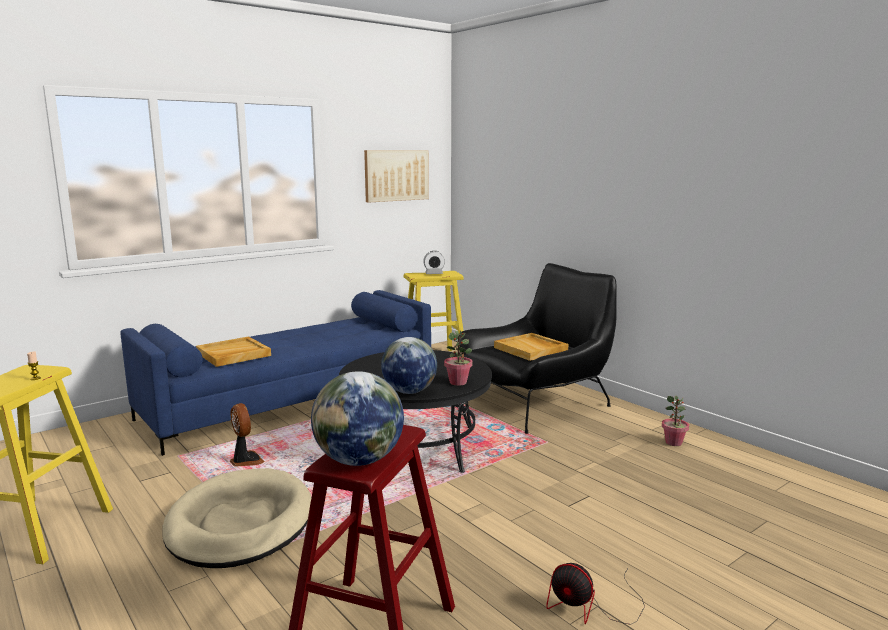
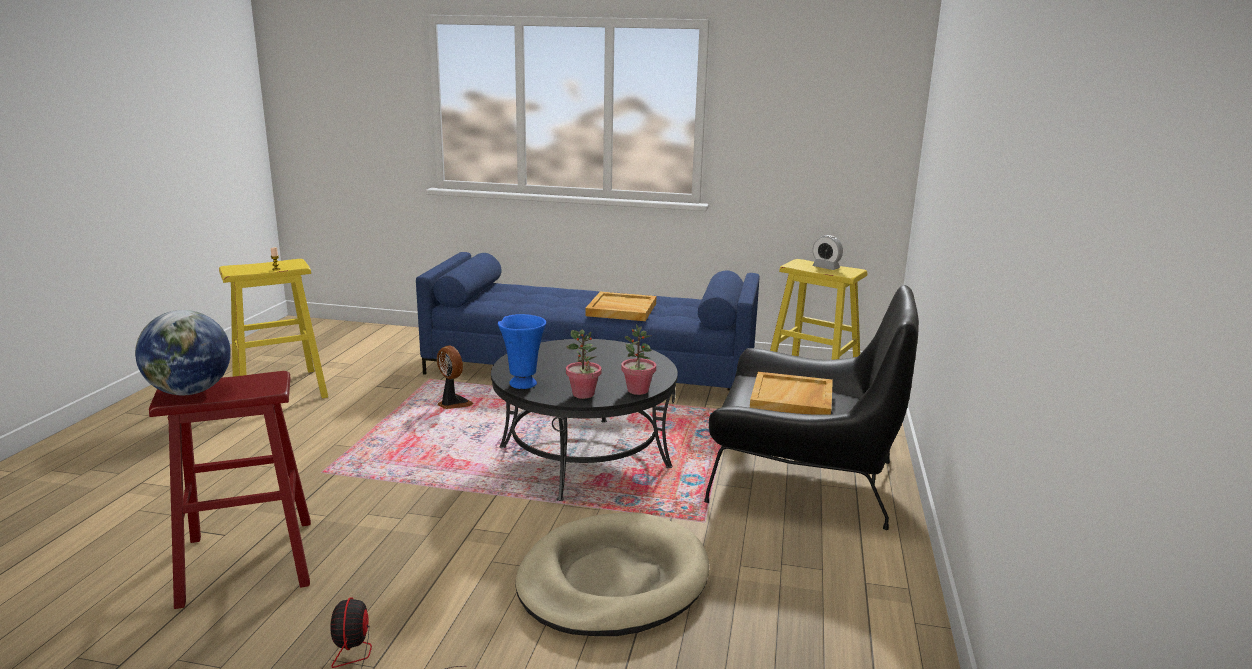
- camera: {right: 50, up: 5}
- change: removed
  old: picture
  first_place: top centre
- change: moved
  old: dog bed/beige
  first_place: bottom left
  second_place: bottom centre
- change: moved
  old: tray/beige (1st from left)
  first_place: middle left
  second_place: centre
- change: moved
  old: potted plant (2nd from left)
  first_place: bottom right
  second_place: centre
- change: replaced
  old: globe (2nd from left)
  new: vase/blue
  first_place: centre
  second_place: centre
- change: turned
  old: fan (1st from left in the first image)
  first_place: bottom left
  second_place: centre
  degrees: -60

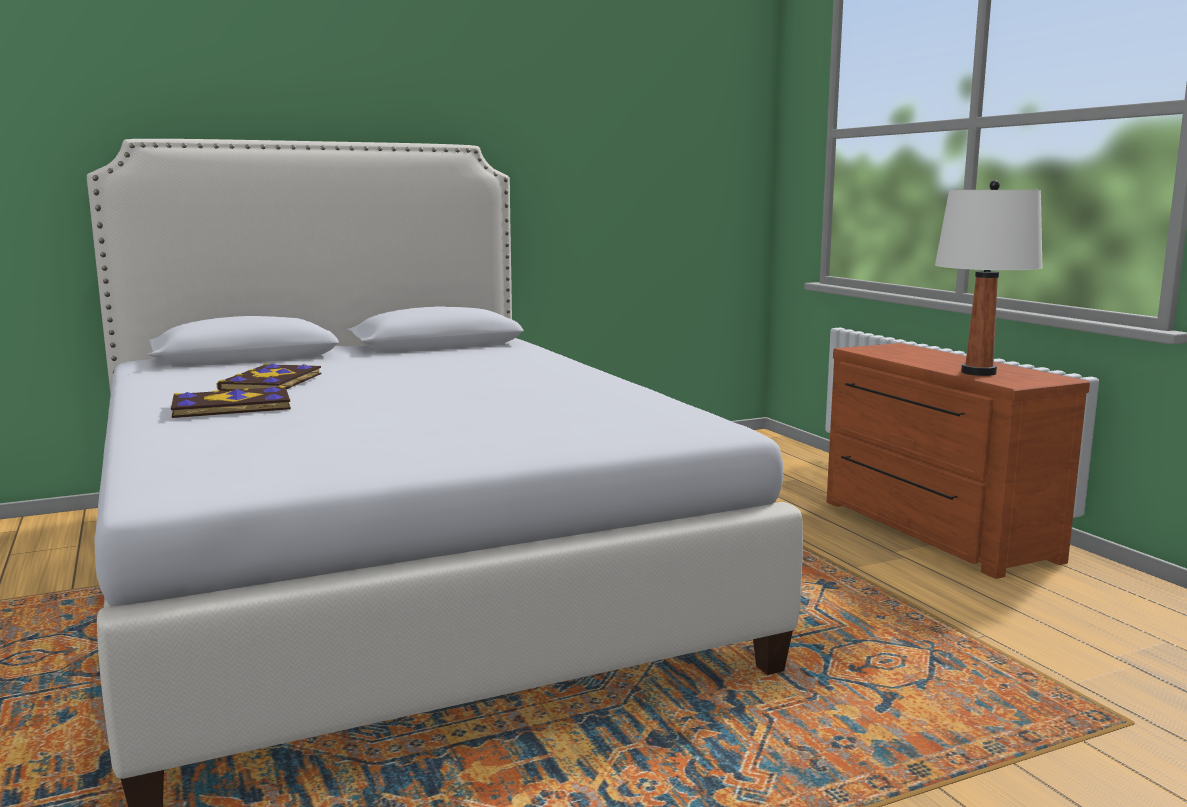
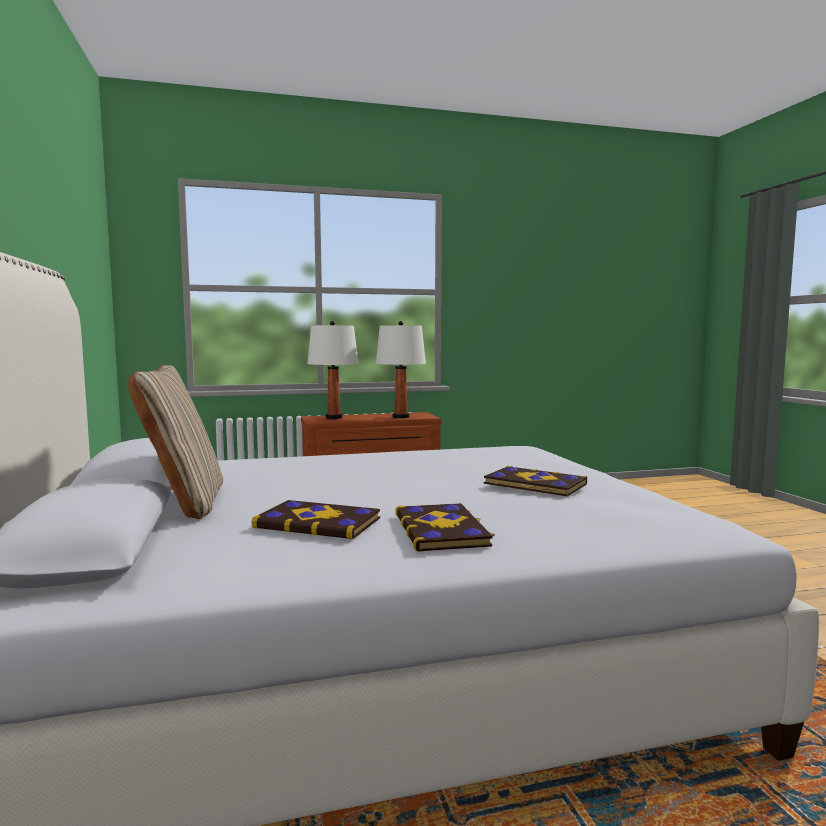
- camera: {right: -80, up: -5}
- change: added
  new: pillow/beige
  second_place: middle left
- change: added
  new: table lamp/white (1st from left)
  second_place: centre
- change: added
  new: book (3rd from left)
  second_place: centre

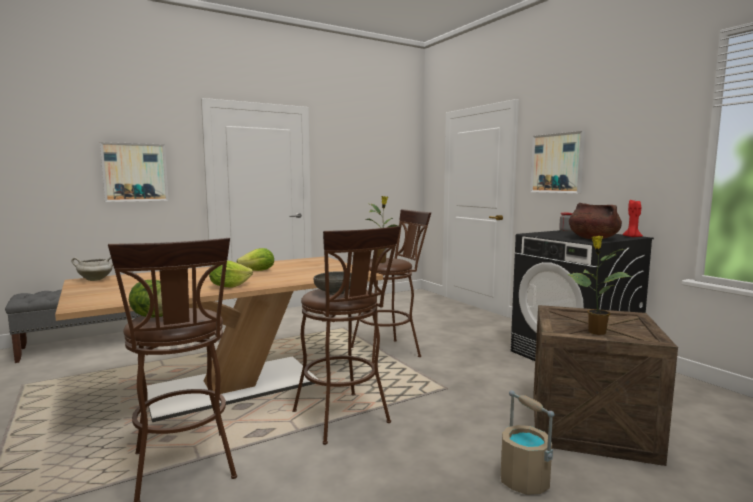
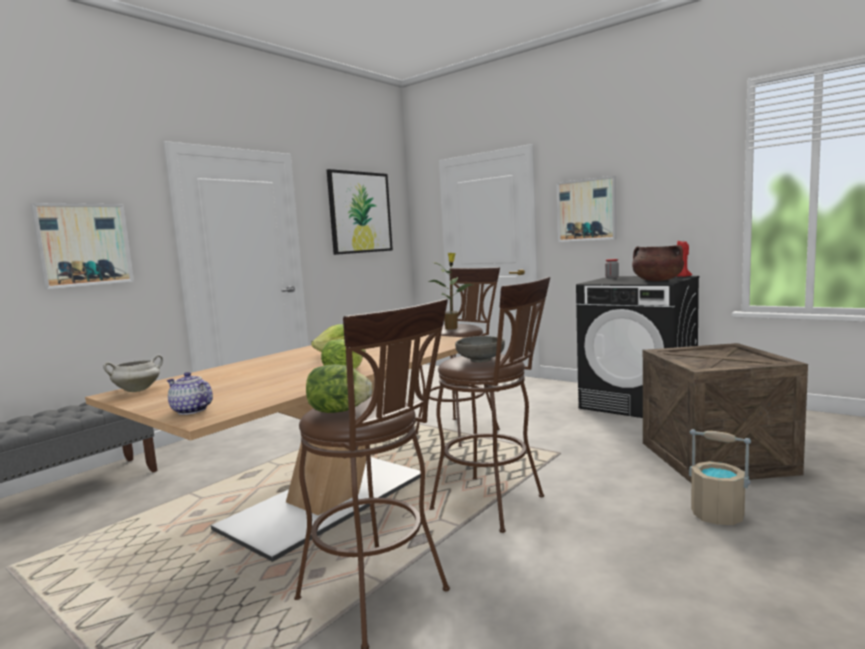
- camera: {right: -20, up: 0}
- change: removed
  old: potted plant (2nd from left)
  first_place: middle right
- change: added
  new: teapot
  second_place: middle left
- change: added
  new: picture (2nd from left)
  second_place: top centre

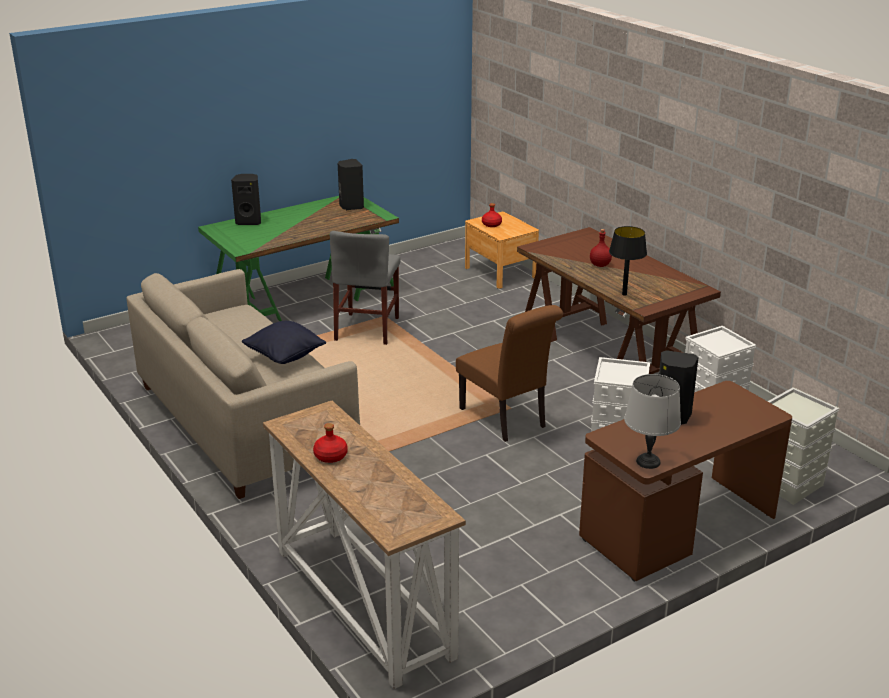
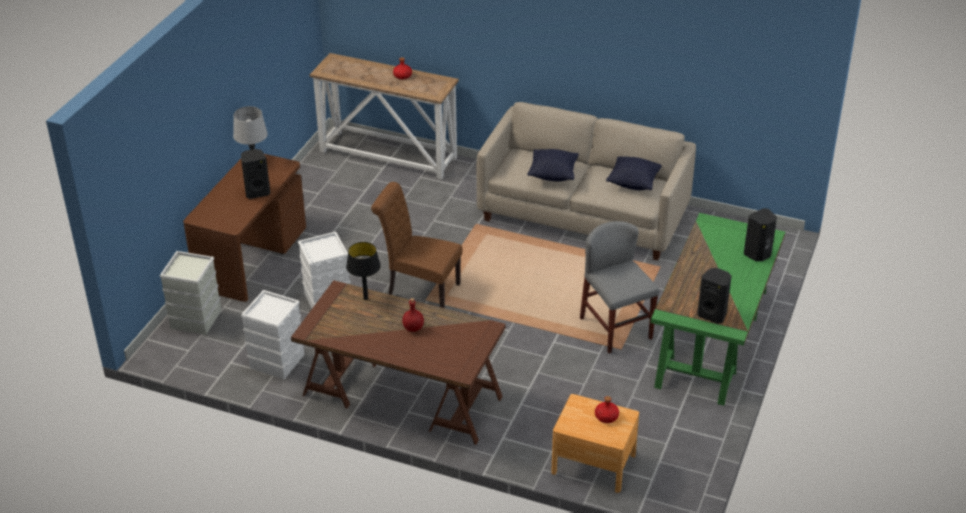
- camera: {right: 145, up: 10}
- change: added
  new: pillow/black (2nd from left)
  second_place: centre

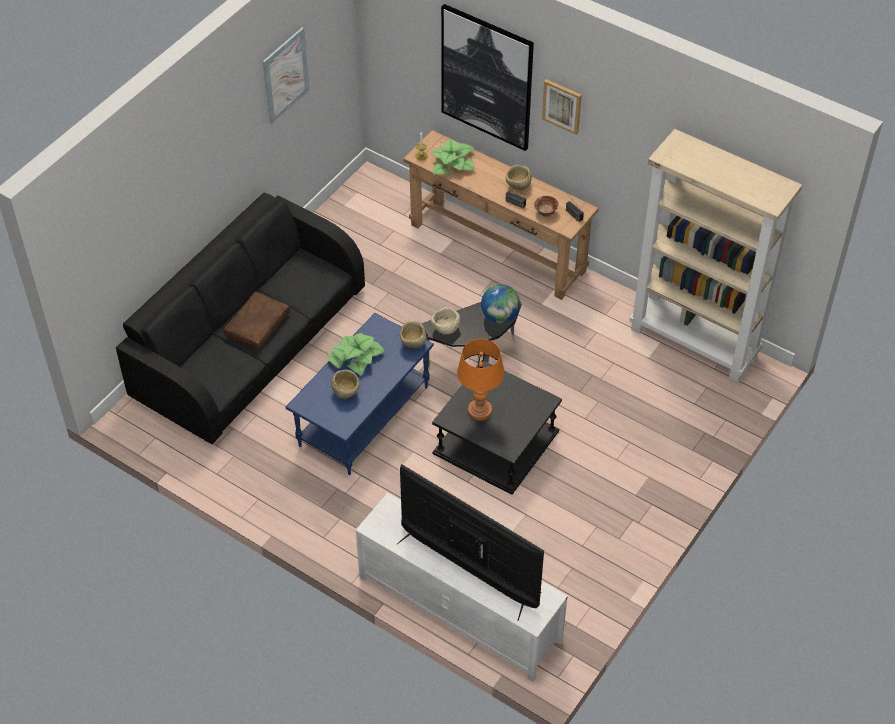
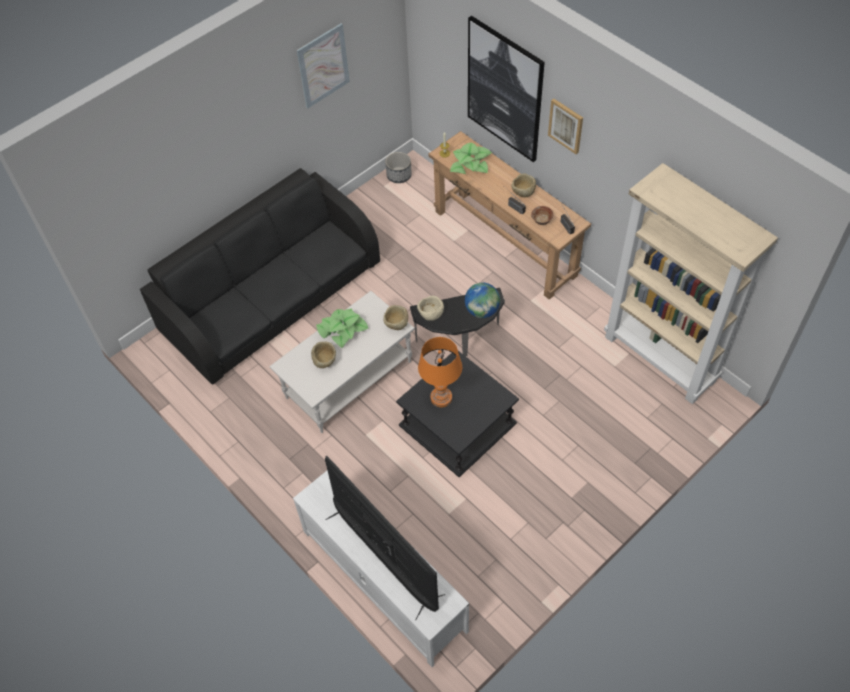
- camera: {right: 15, up: 5}
- change: removed
  old: pillow/brown
  first_place: middle left
- change: added
  new: planter
  second_place: top centre
- change: recoloured
  old: coffee table/blue
  new: coffee table/white
  first_place: centre
  second_place: centre

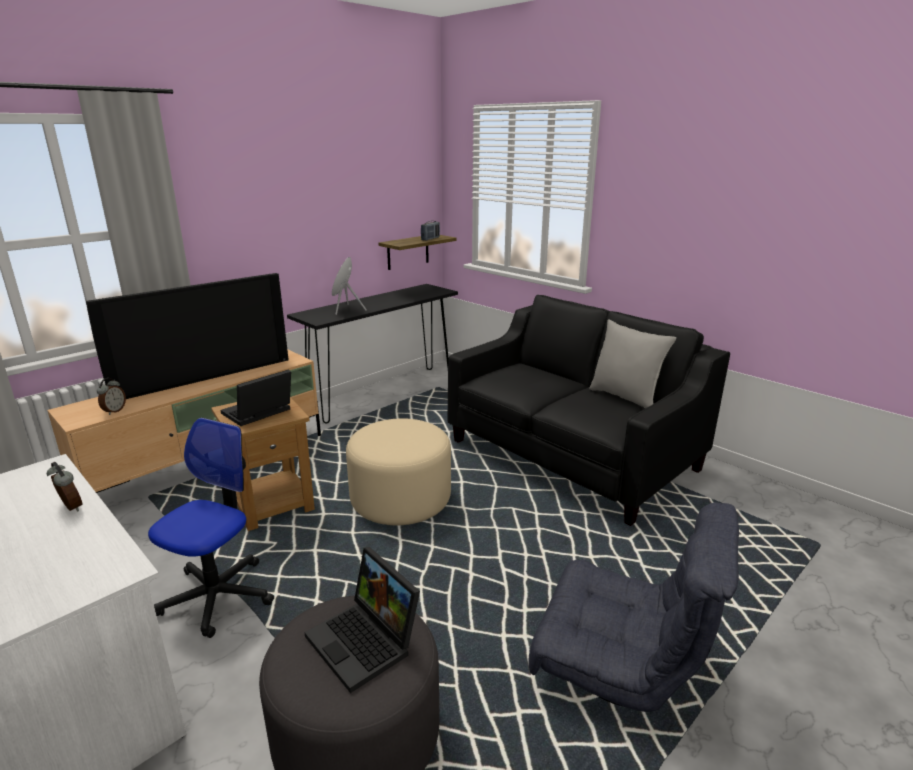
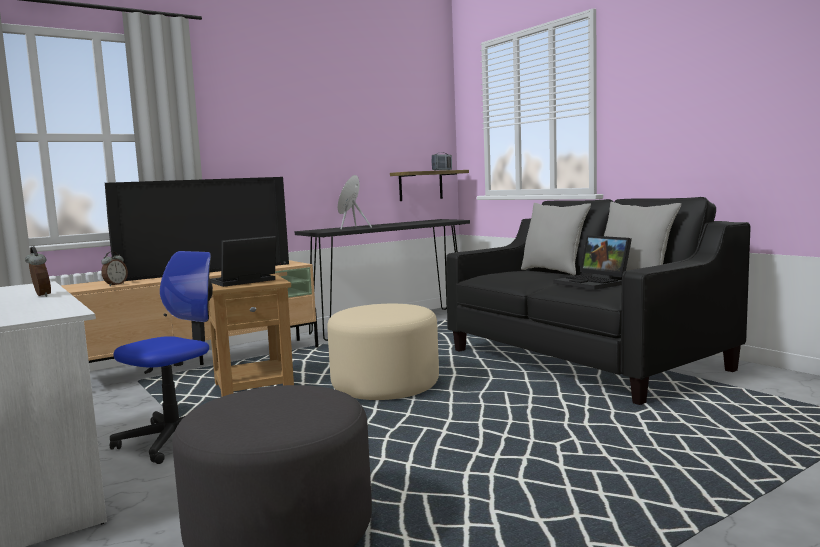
- camera: {right: 10, up: -15}
- change: removed
  old: armchair/grey
  first_place: bottom right
- change: added
  new: pillow/grey (1st from left)
  second_place: middle right
- change: moved
  old: laptop (2nd from left)
  first_place: bottom centre
  second_place: middle right

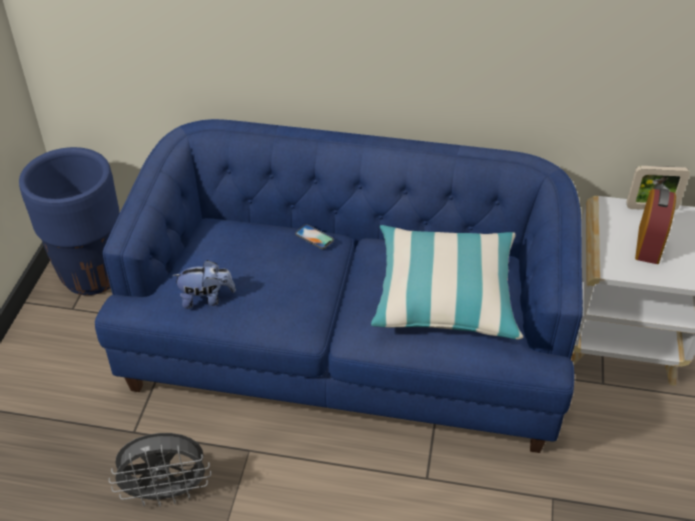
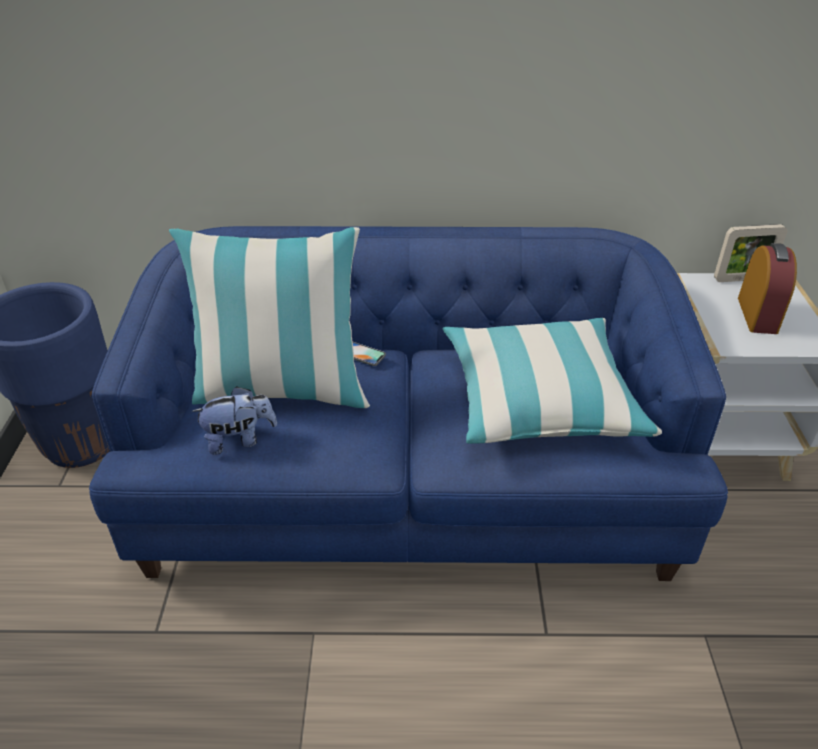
- camera: {right: -10, up: -5}
- change: removed
  old: fan/grey
  first_place: bottom left
- change: added
  new: pillow (1st from left)
  second_place: middle left

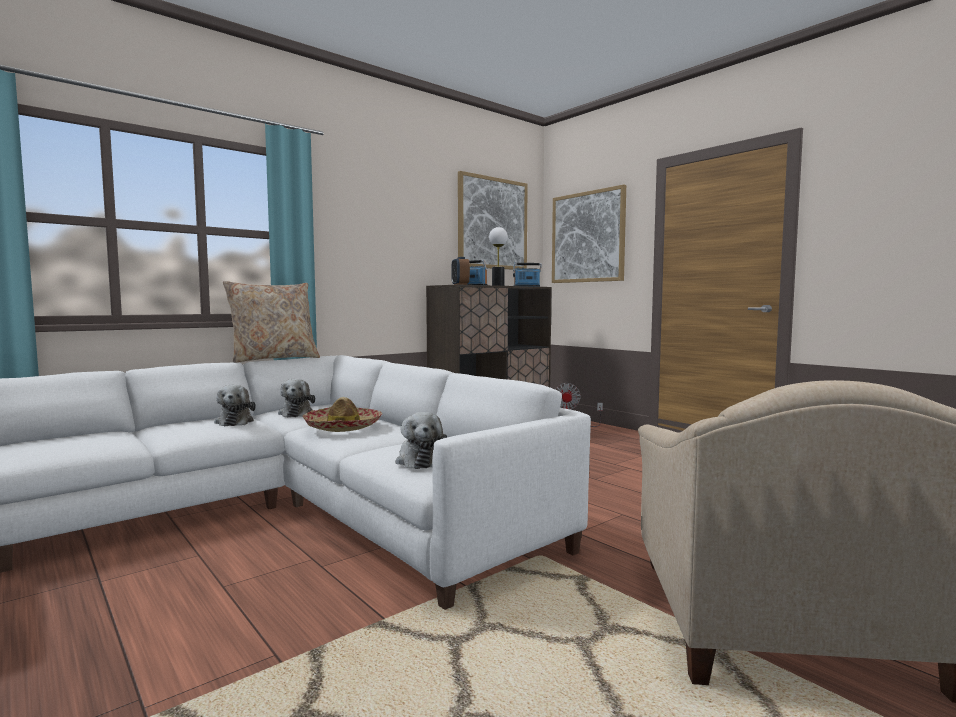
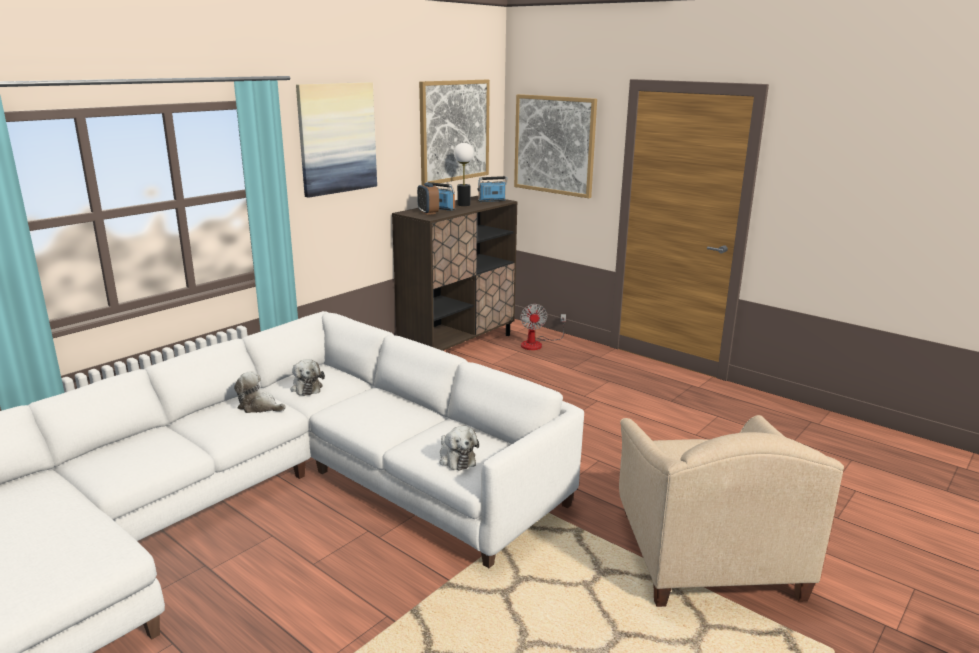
- camera: {right: -10, up: 15}
- change: removed
  old: pillow/beige
  first_place: middle left
- change: removed
  old: hat
  first_place: centre
- change: added
  new: picture (1st from left)
  second_place: top centre
- change: turned
  old: plush toy (1st from left)
  first_place: middle left
  second_place: middle left
  degrees: 135

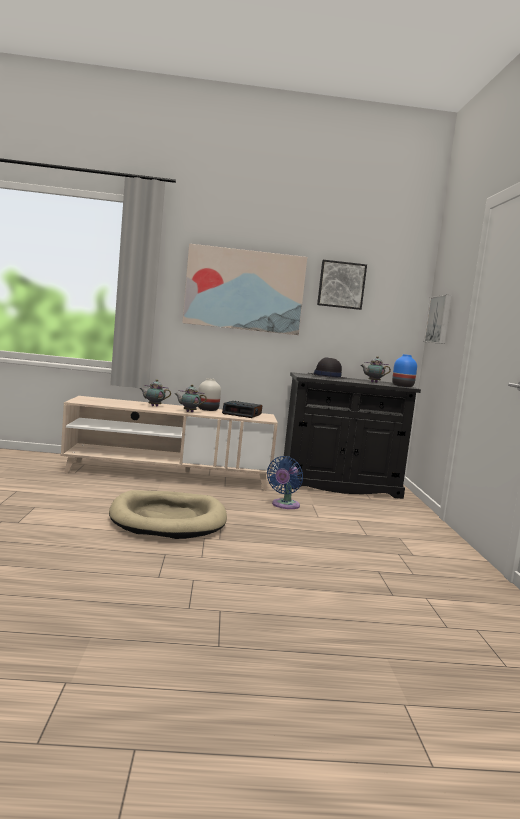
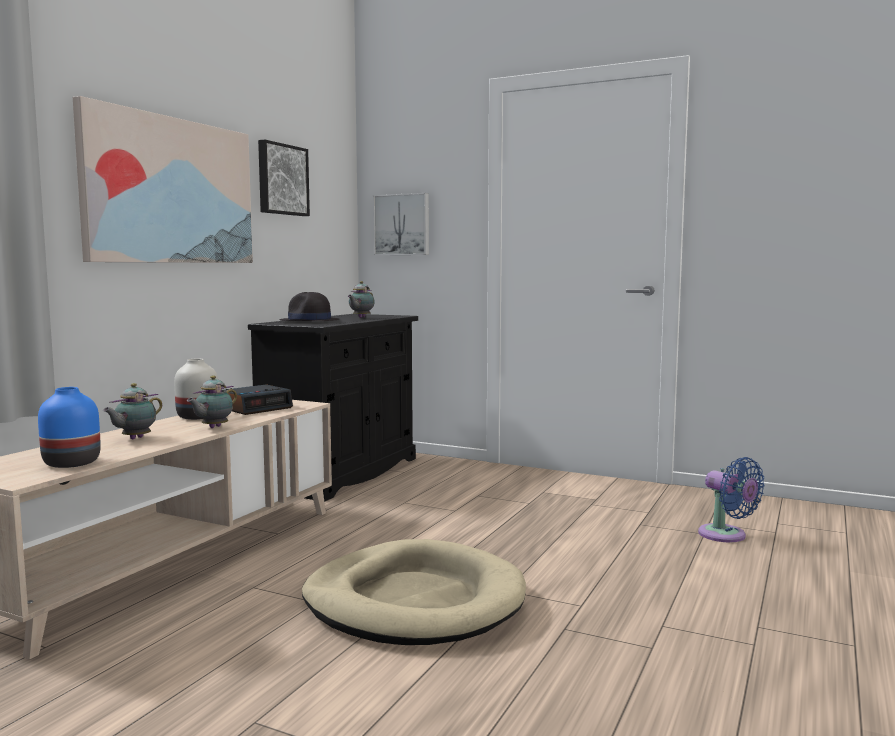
- camera: {right: -60, up: 0}
- change: moved
  old: fan/blue
  first_place: centre
  second_place: bottom right
- change: moved
  old: vase/blue
  first_place: middle right
  second_place: middle left

